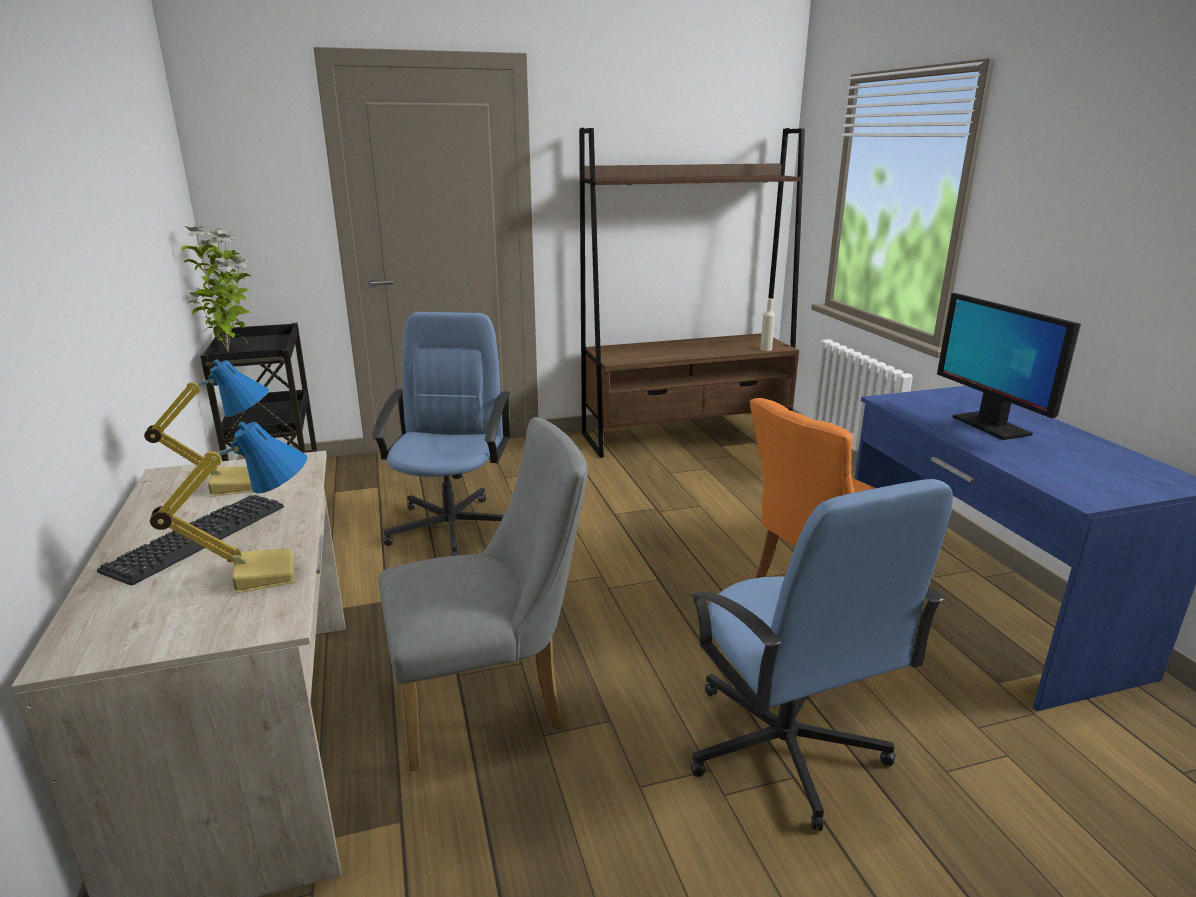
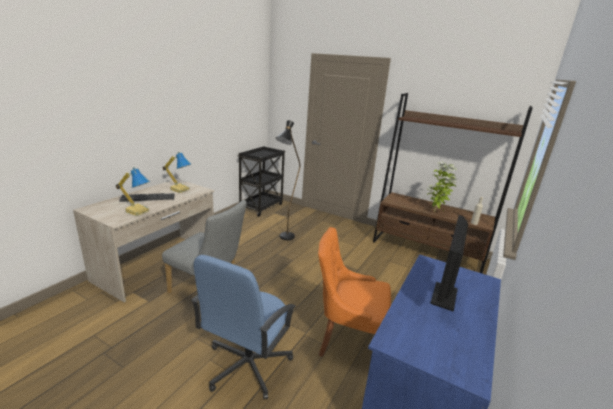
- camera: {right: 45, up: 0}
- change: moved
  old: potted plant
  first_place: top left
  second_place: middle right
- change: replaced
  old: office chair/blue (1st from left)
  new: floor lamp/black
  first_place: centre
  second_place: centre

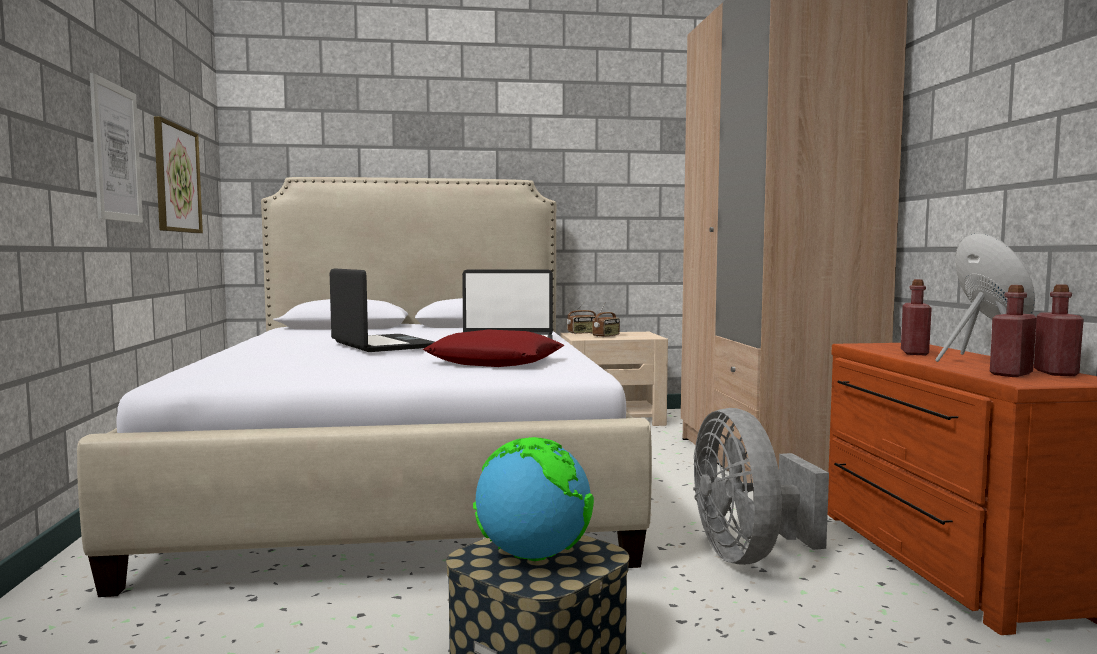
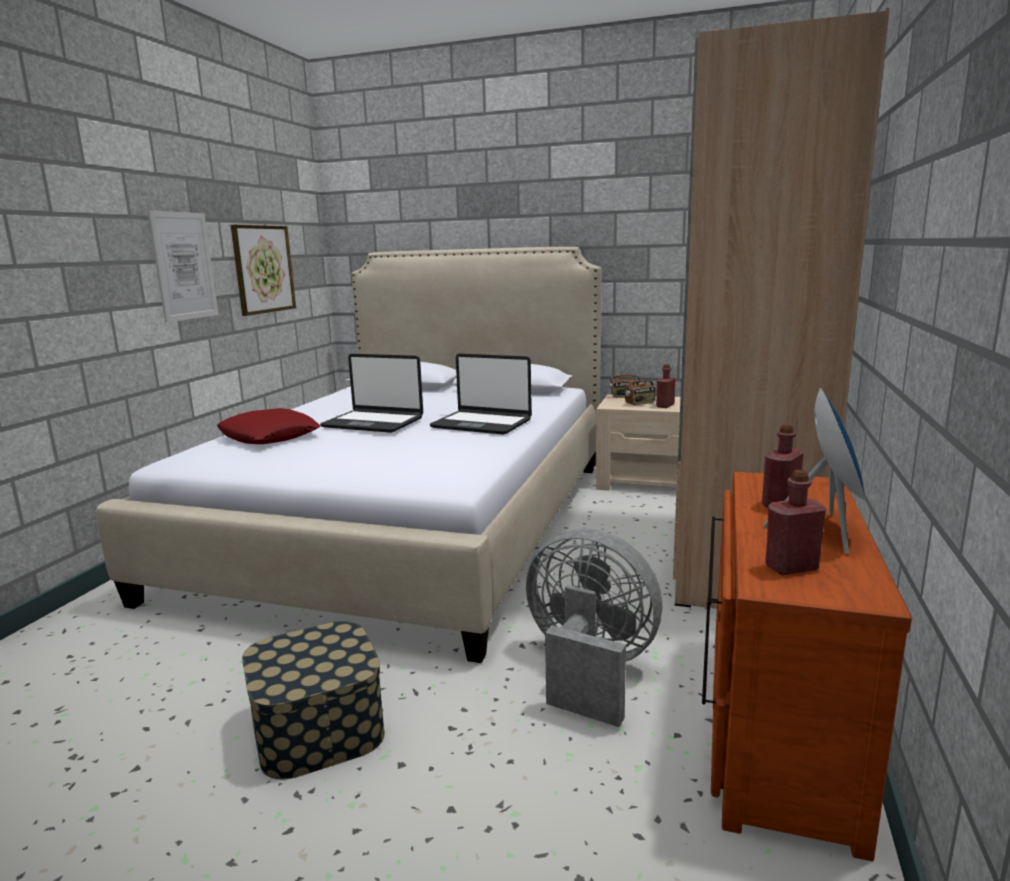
- camera: {right: 25, up: 10}
- change: removed
  old: globe
  first_place: bottom centre
- change: moved
  old: pillow/red
  first_place: centre
  second_place: middle left
- change: moved
  old: bottle/red (3rd from left in the first image)
  new: bottle/red (1st from left)
  first_place: middle right
  second_place: centre
- change: turned
  old: laptop (1st from left)
  first_place: centre
  second_place: centre
  degrees: 120
- change: turned
  old: fan/grey
  first_place: bottom right
  second_place: bottom centre
  degrees: 105

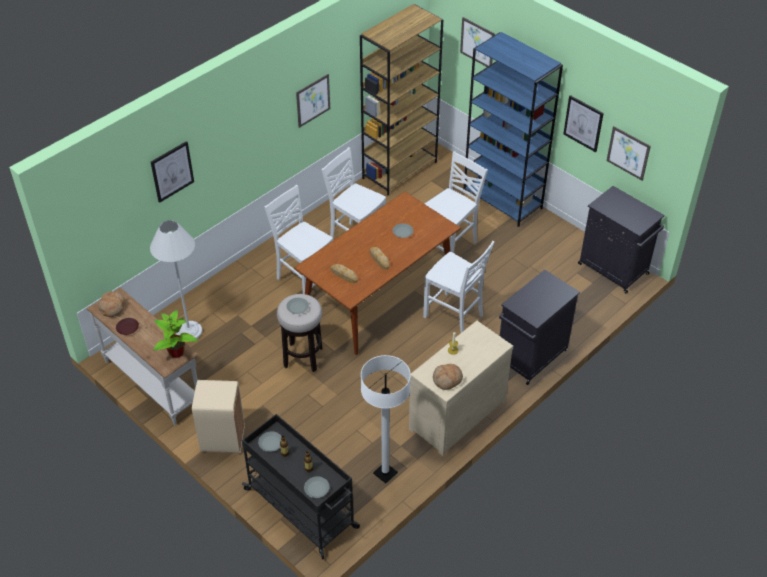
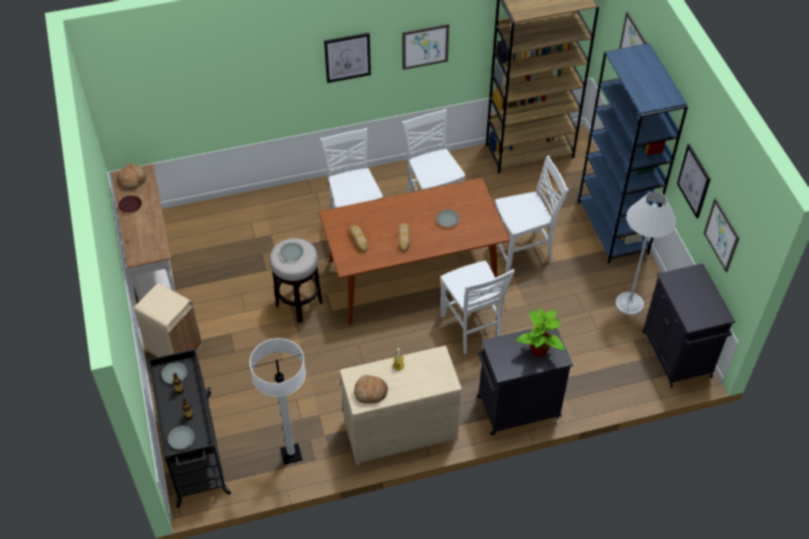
- camera: {right: 30, up: 5}
- change: moved
  old: floor lamp/white (1st from left in the first image)
  new: floor lamp/white (2nd from left)
  first_place: middle left
  second_place: middle right
- change: moved
  old: picture (1st from left)
  first_place: top left
  second_place: top centre
- change: moved
  old: potted plant
  first_place: middle left
  second_place: middle right

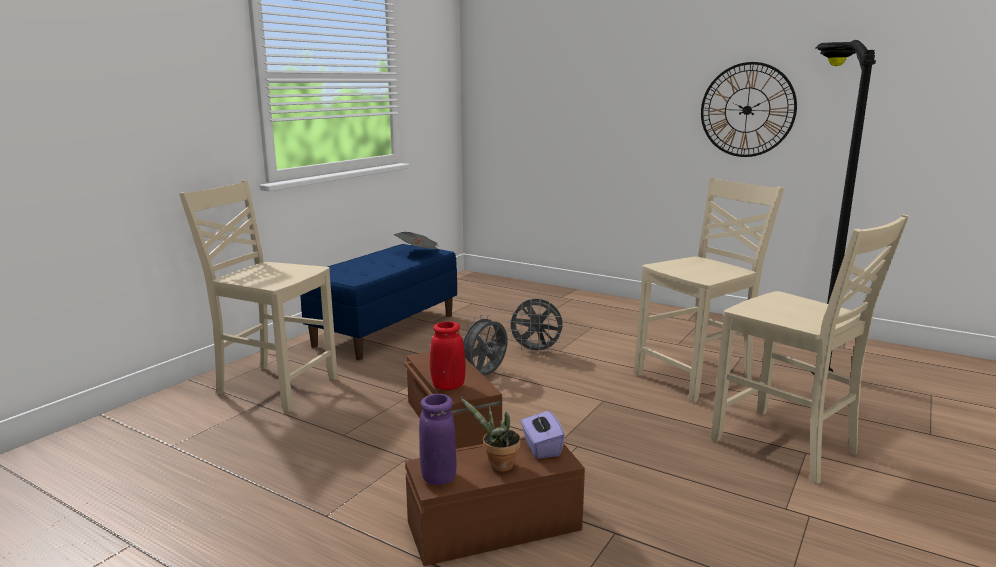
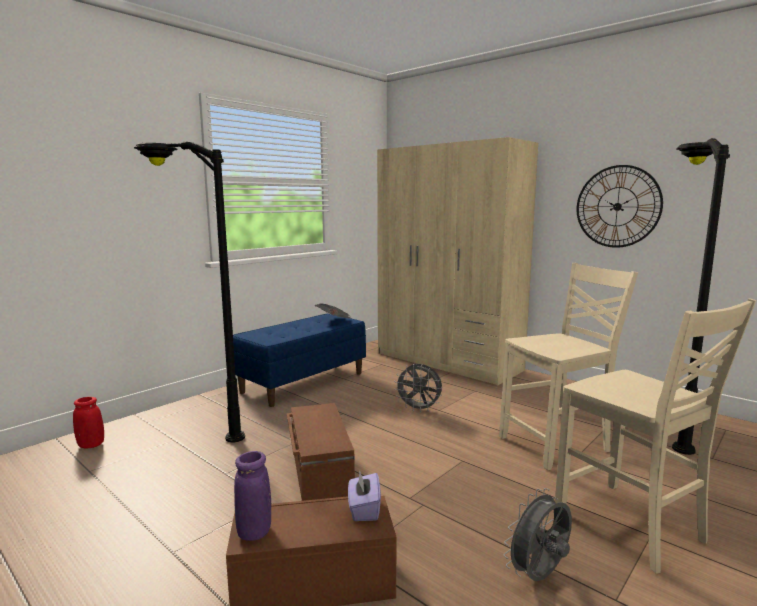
- camera: {right: 10, up: -5}
- change: removed
  old: potted plant
  first_place: bottom centre
- change: added
  new: wardrobe/beige
  second_place: centre
- change: moved
  old: vase/red
  first_place: centre
  second_place: bottom left
- change: moved
  old: fan/grey (1st from left in the first image)
  new: fan/grey (2nd from left)
  first_place: centre
  second_place: bottom right
- change: replaced
  old: chair/beige (1st from left)
  new: floor lamp/black (1st from left)
  first_place: middle left
  second_place: middle left

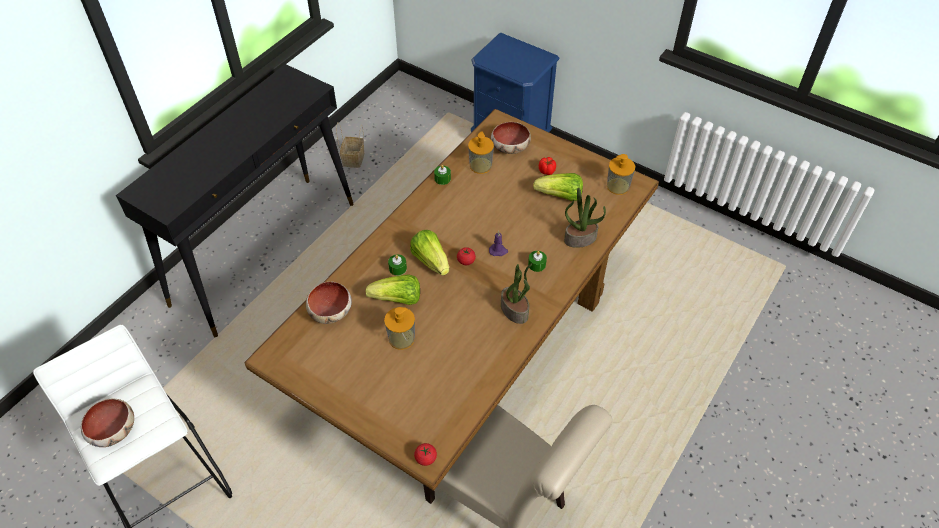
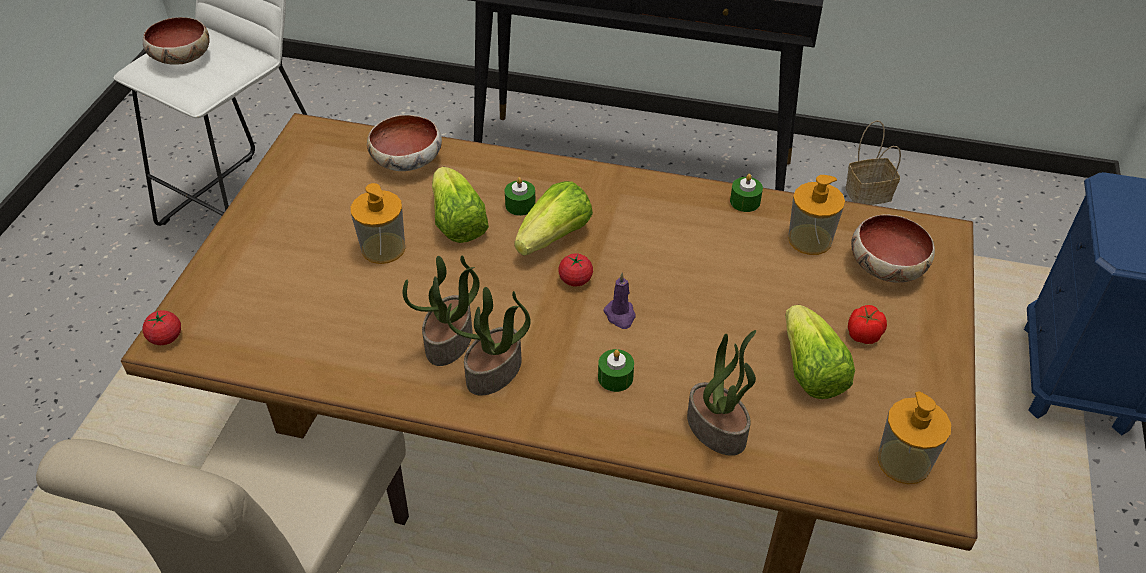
- camera: {right: 70, up: -5}
- change: added
  new: potted plant (1st from left)
  second_place: centre

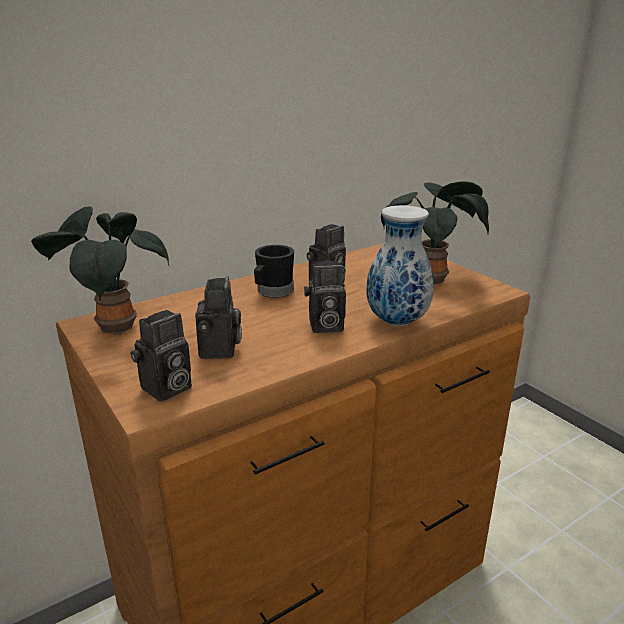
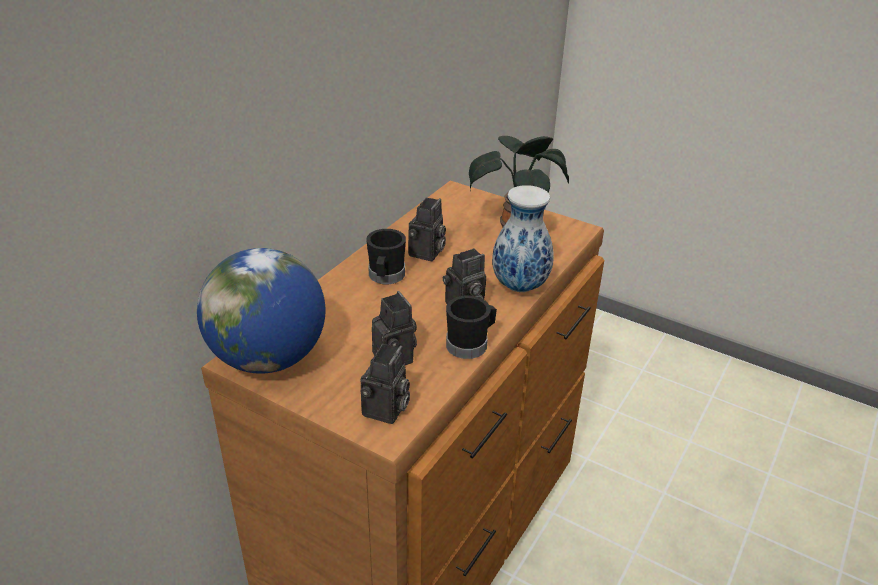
- camera: {right: -25, up: 10}
- change: added
  new: mug/black (2nd from left)
  second_place: centre
- change: replaced
  old: potted plant (1st from left)
  new: globe
  first_place: middle left
  second_place: middle left

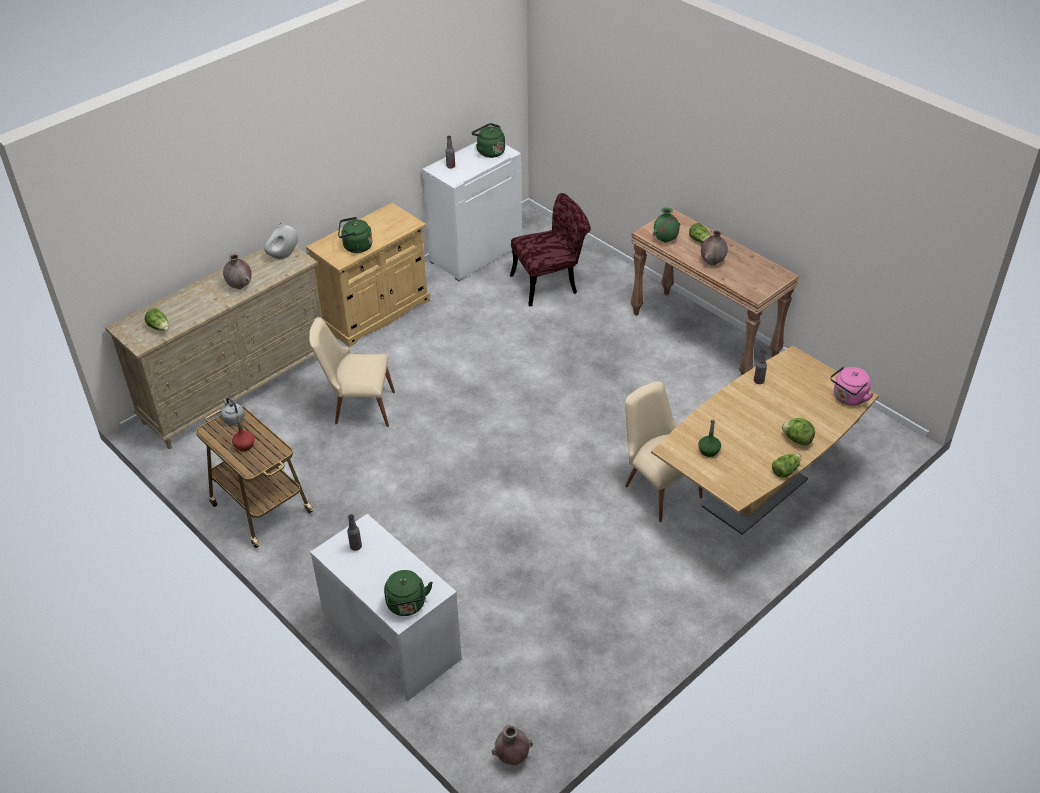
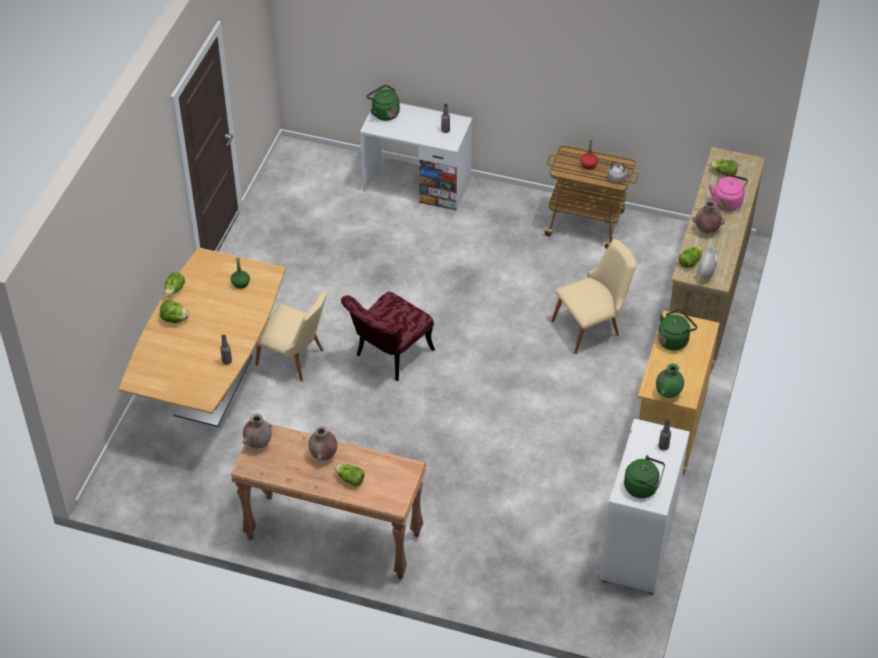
- camera: {right: 150, up: 5}
- change: added
  new: lettuce (4th from left)
  second_place: middle right
- change: moved
  old: vase/brown (2nd from left in the first image)
  new: vase/brown (1st from left)
  first_place: bottom centre
  second_place: middle left
- change: moved
  old: chair/red
  first_place: top centre
  second_place: centre
- change: moved
  old: vase/green
  first_place: top centre
  second_place: middle right
- change: moved
  old: kettle/pink
  first_place: middle right
  second_place: top right

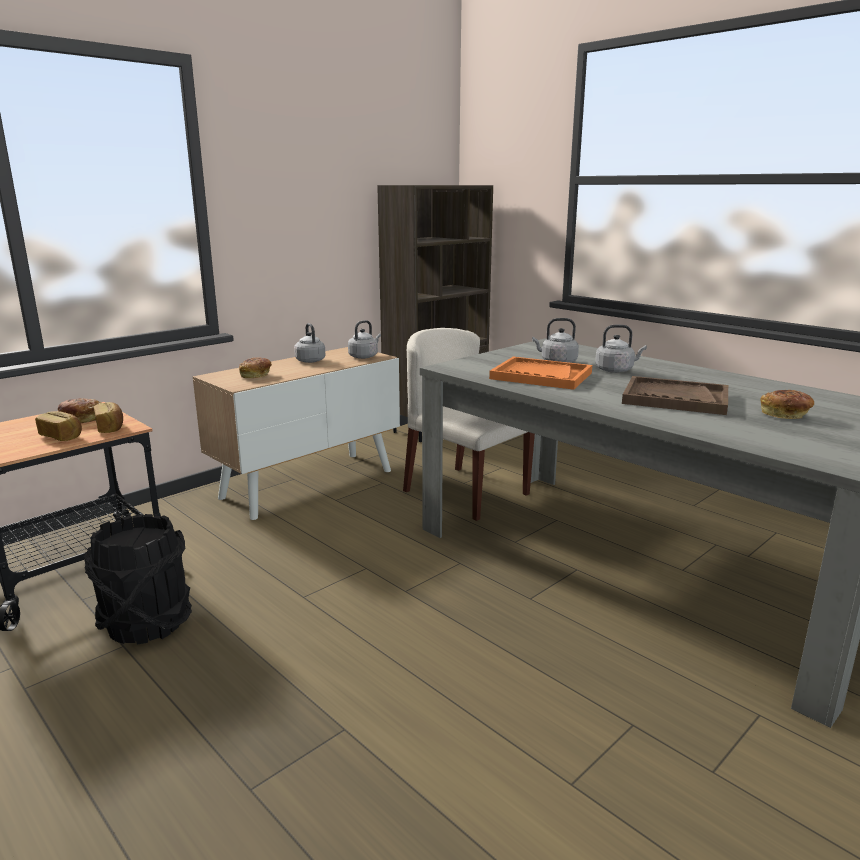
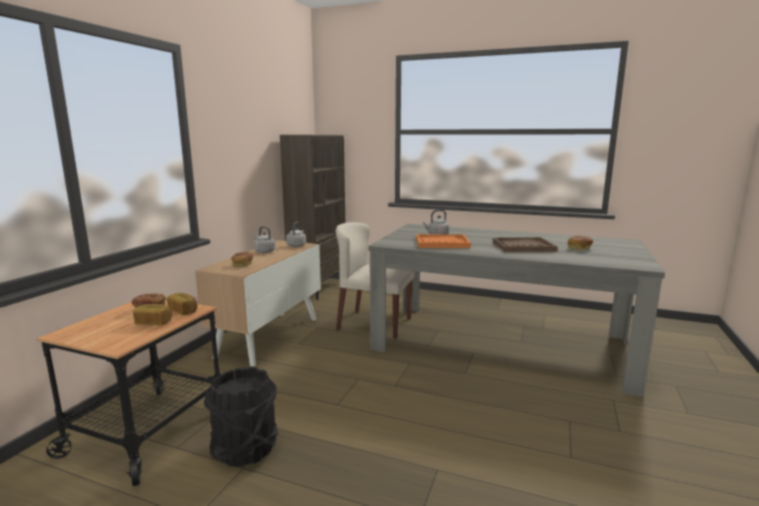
- camera: {right: -25, up: -5}
- change: removed
  old: kettle/grey (4th from left)
  first_place: middle right

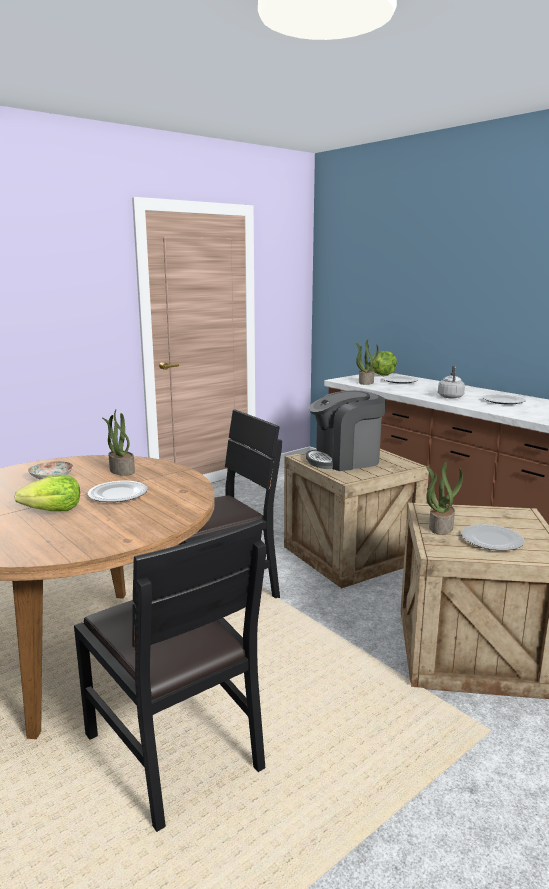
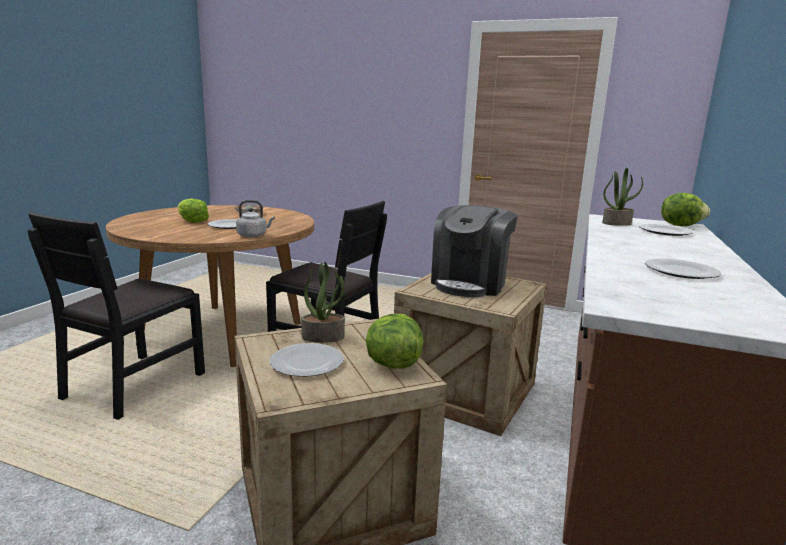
- camera: {right: 60, up: 0}
- change: removed
  old: potted plant (1st from left)
  first_place: middle left
- change: added
  new: lettuce (2nd from left)
  second_place: centre
- change: moved
  old: kettle/grey
  first_place: middle right
  second_place: middle left
- change: turned
  old: coffee machine
  first_place: centre
  second_place: centre
  degrees: -105

